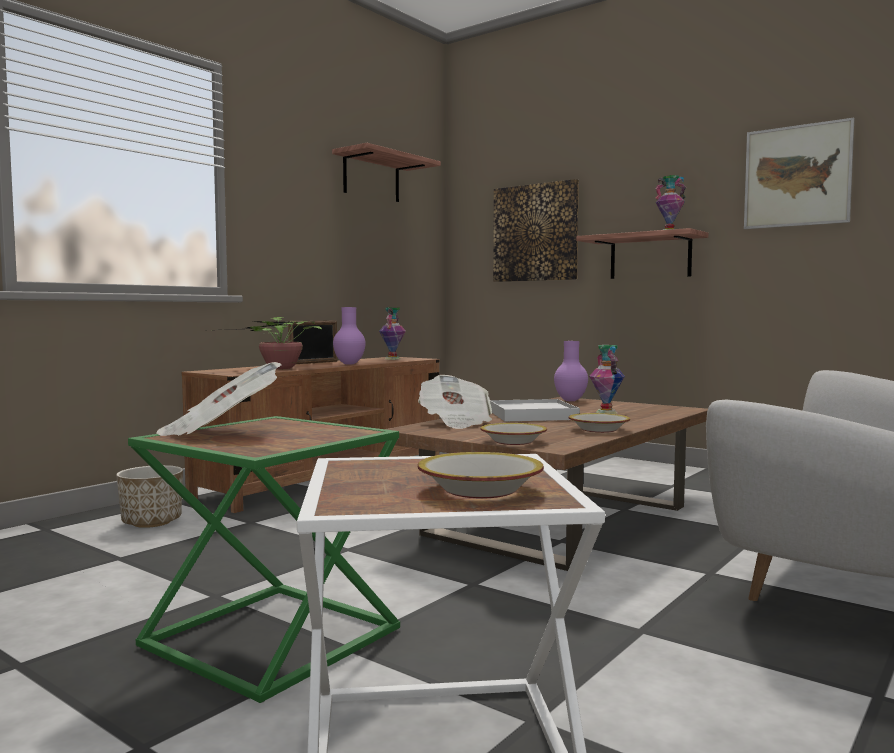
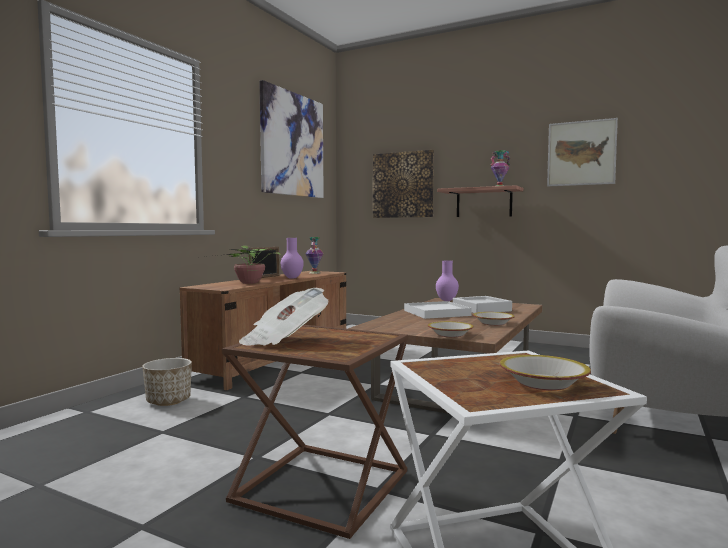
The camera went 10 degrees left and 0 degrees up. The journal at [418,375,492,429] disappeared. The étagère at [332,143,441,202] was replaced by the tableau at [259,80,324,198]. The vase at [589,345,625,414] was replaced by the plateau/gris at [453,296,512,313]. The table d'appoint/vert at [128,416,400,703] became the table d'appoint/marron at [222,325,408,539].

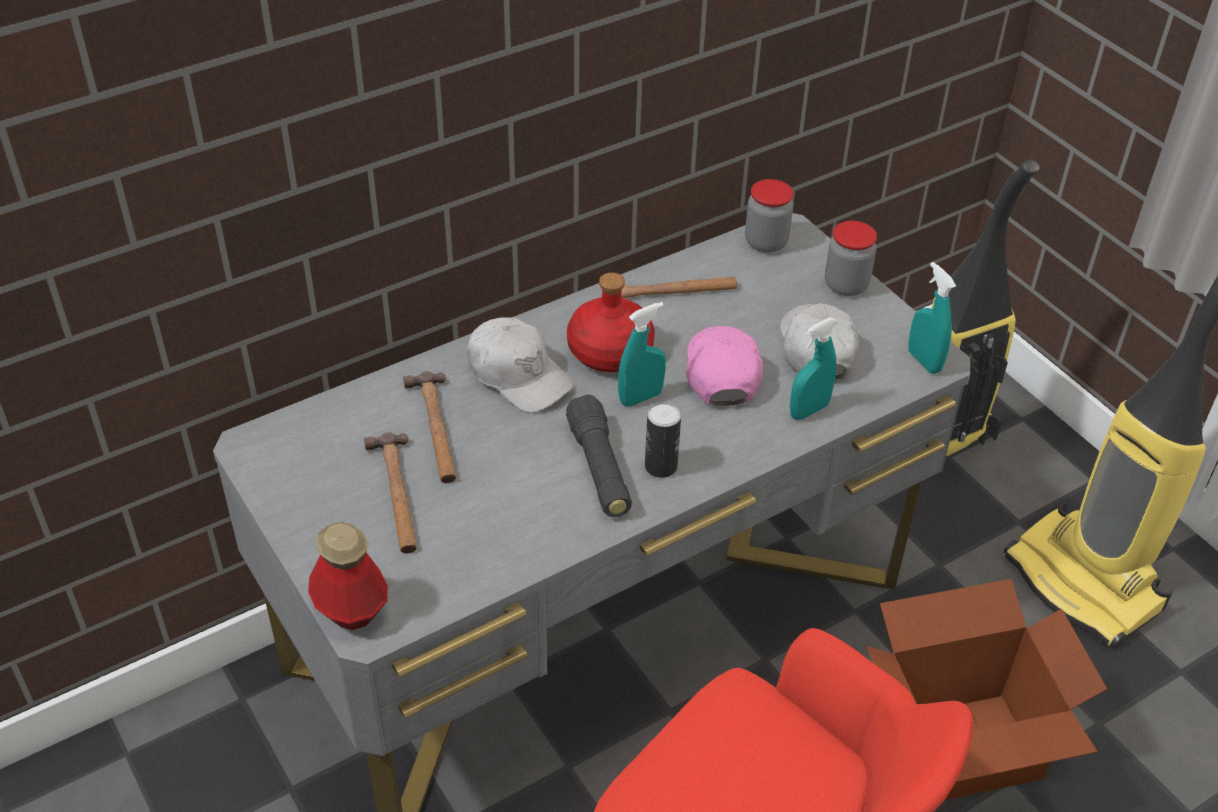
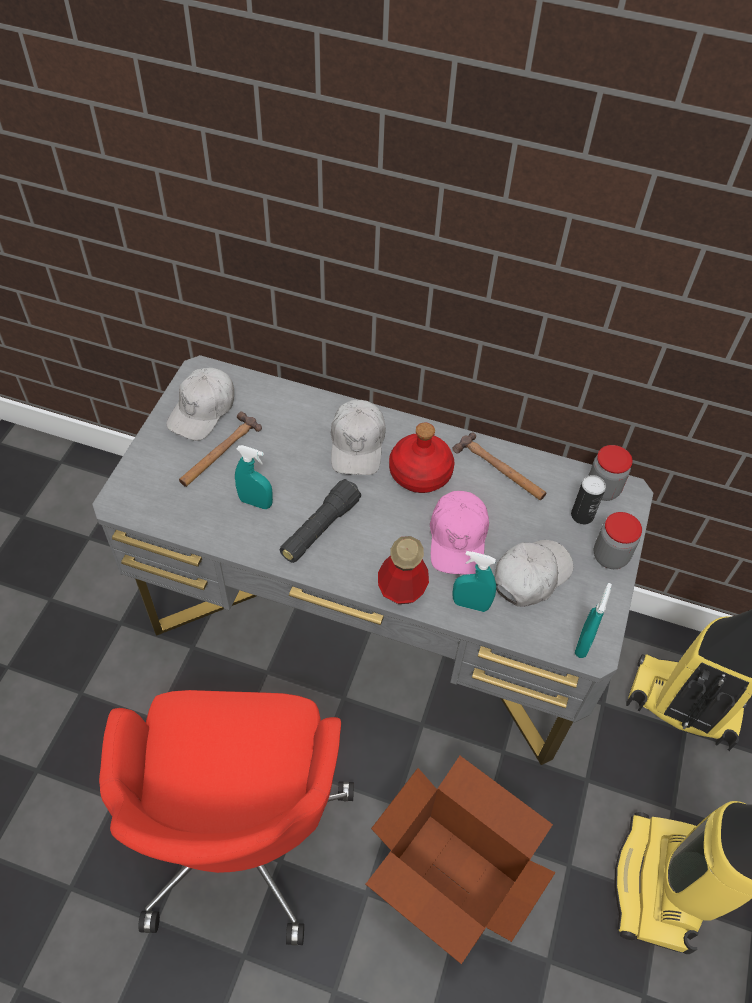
The camera went 50 degrees right and 10 degrees up. The marteau at [403,371,456,483] disappeared. The casquette/blanc at [166,368,234,441] appeared. The bouteille moved from [308,522,388,630] to [378,536,429,604]. The vaporisateur/turquoise moved from [618,302,666,407] to [235,445,273,509]. The boîte métallique moved from [645,402,681,478] to [571,475,606,525]. The casquette/rose at [686,326,763,406] turned 135 degrees clockwise.

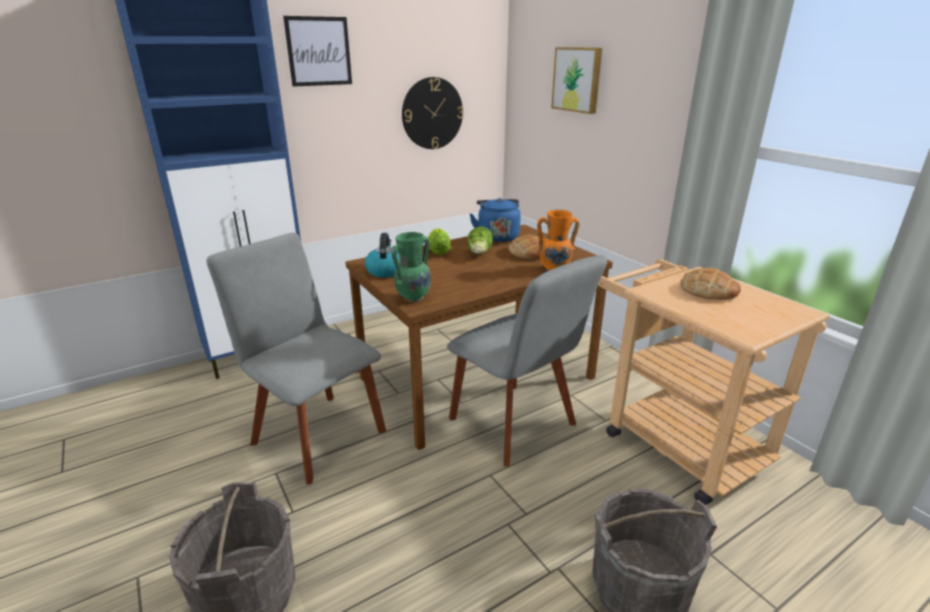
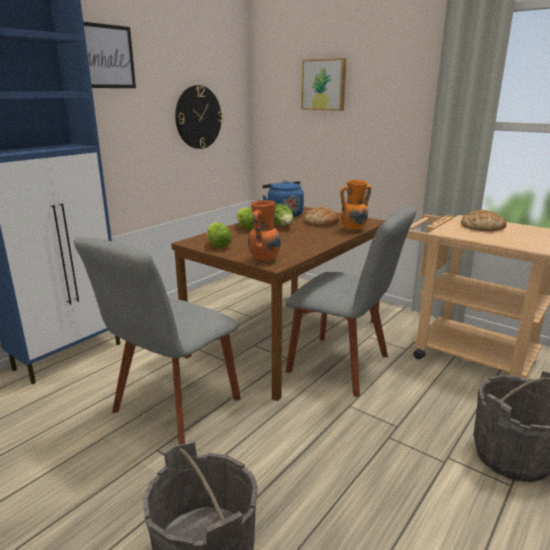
The camera went 20 degrees left and 5 degrees down. The bouilloire at [365,233,400,278] was replaced by the laitue at [207,222,232,248]. The vase/vert at [391,232,431,302] became the vase/orange at [248,200,281,263]. The chaise/gris at [206,232,386,485] turned 75 degrees counterclockwise.

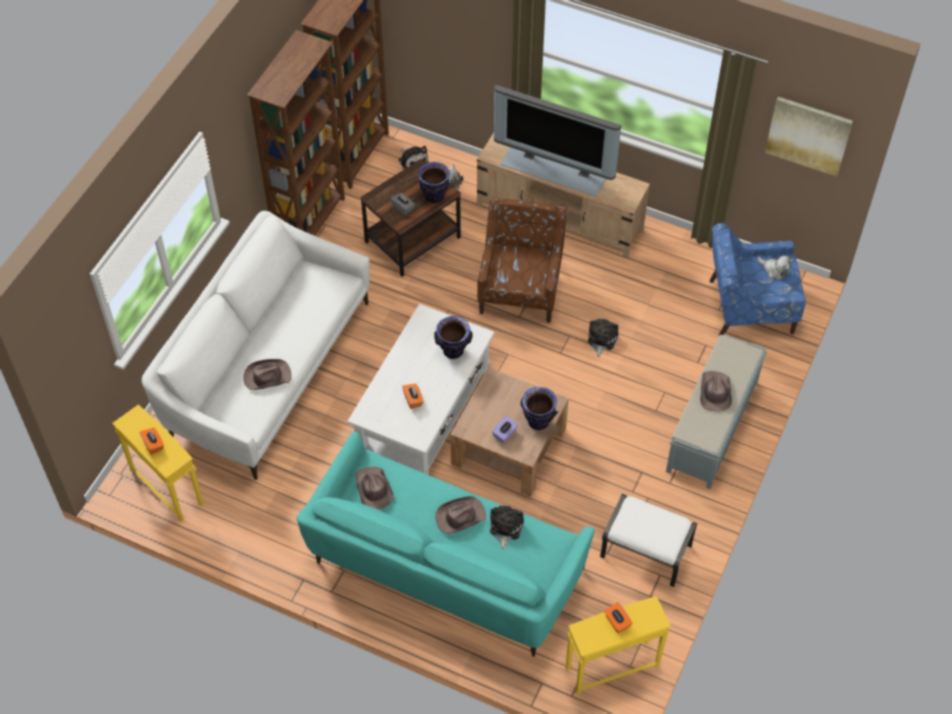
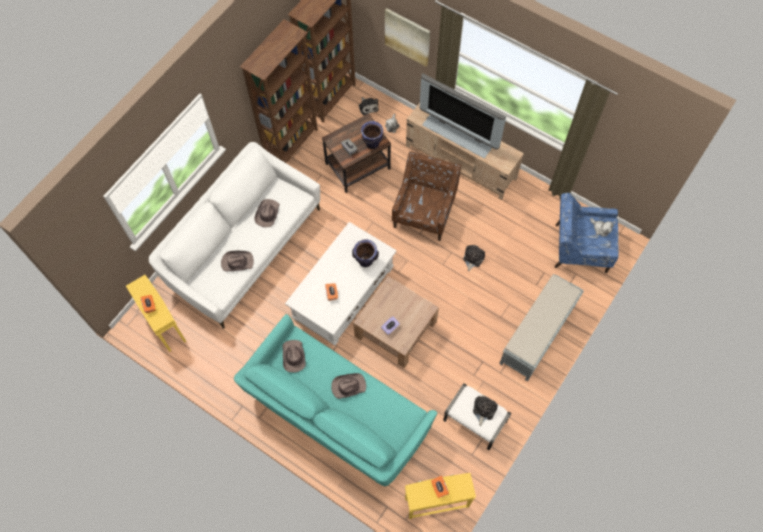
The camera went 10 degrees right and 10 degrees up. The vase at [521,387,558,430] disappeared. The peluche moved from [490,505,524,550] to [473,396,498,426]. The chapeau/marron moved from [700,371,732,412] to [255,199,280,227]. The tableau moved from [765,97,853,177] to [385,8,430,67].

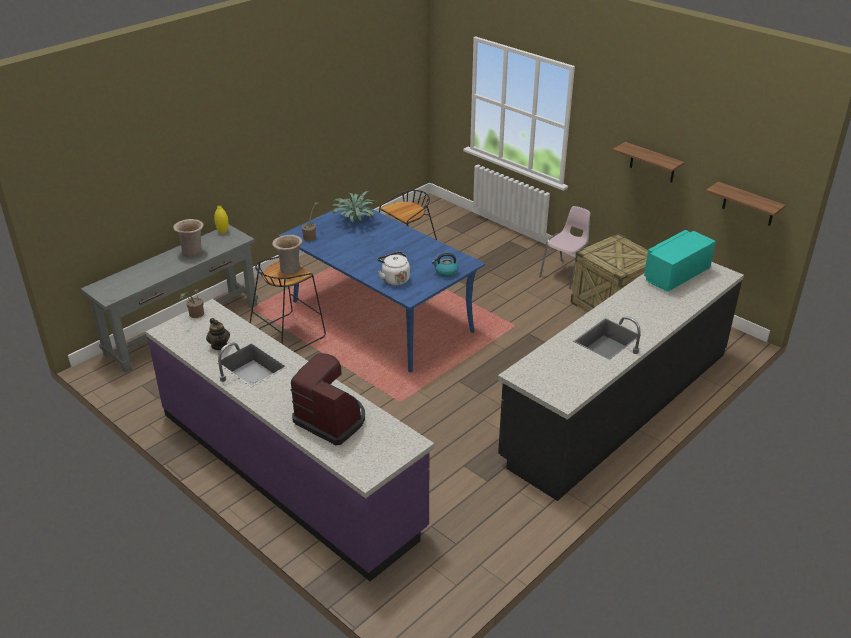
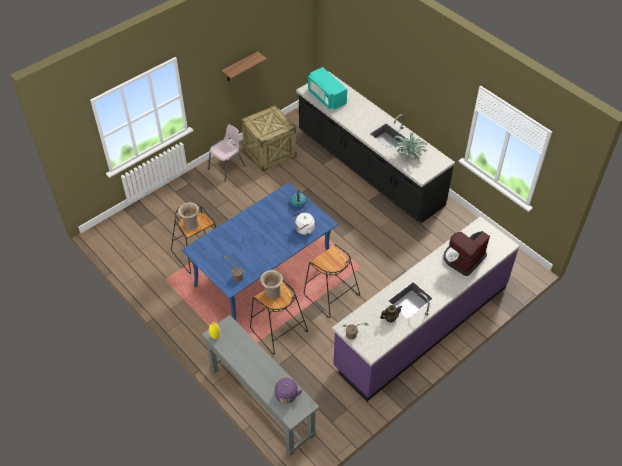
The camera went 85 degrees left and 15 degrees up. The étagère at [706,182,786,226] disappeared. The bouilloire/violet at [273,378,302,404] appeared. The tabouret/noir at [304,244,360,318] appeared. The vase/beige moved from [173,219,204,258] to [178,202,199,230]. The plante en pot moved from [332,191,376,222] to [394,133,427,159]. The chaise/rose at [539,206,591,289] turned 90 degrees clockwise.

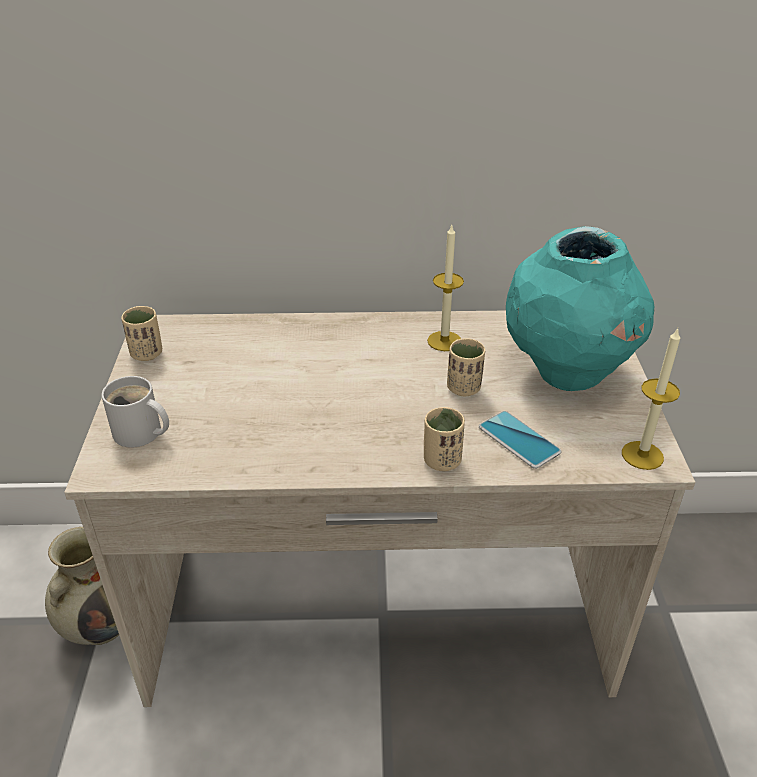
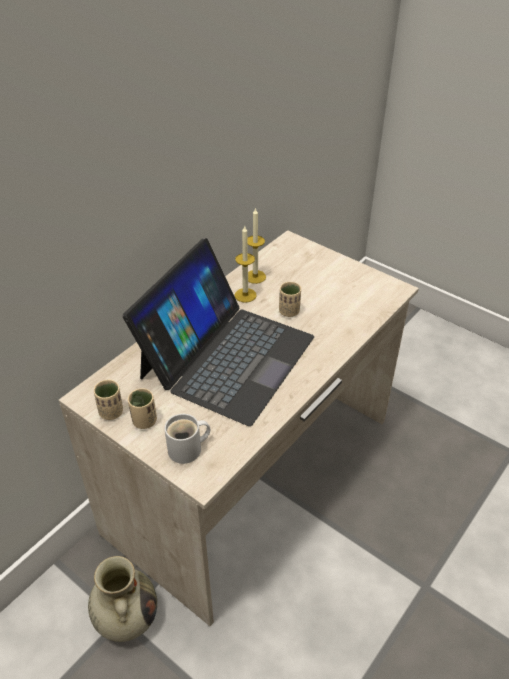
The camera went 50 degrees left and 5 degrees up. The téléphone at [479,411,562,469] disappeared. The vase/turquoise at [506,226,654,391] disappeared. The ordinateur portable at [123,238,314,426] appeared. The tasse/beige moved from [424,407,465,471] to [128,388,157,429]. The bougie moved from [622,328,680,470] to [247,208,266,284].

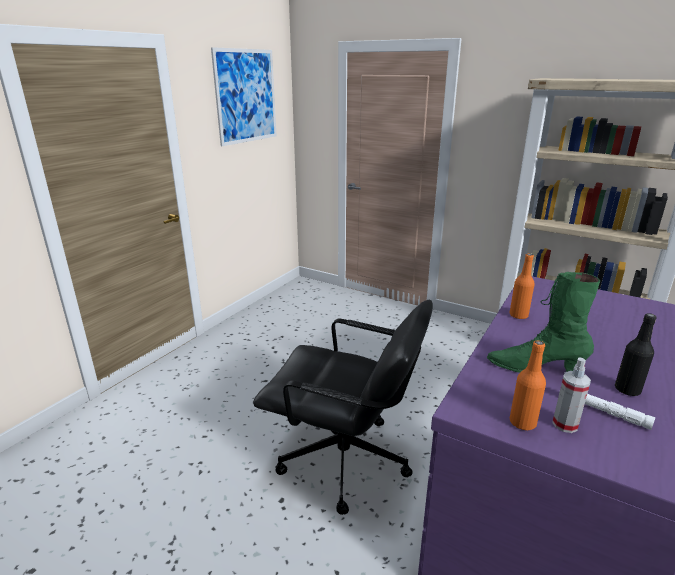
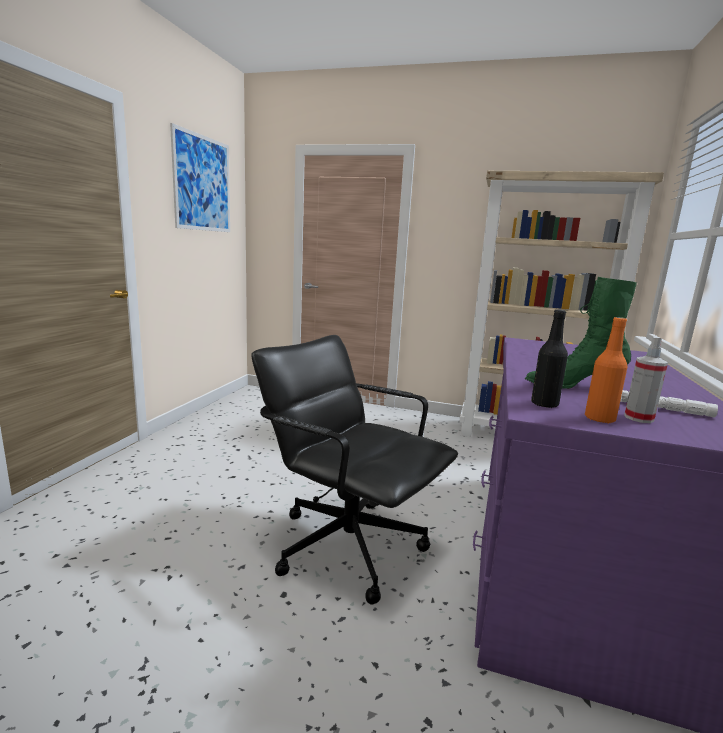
The camera went 15 degrees left and 10 degrees down. The bouteille/orange at [509,254,535,319] disappeared. The bouteille/noir moved from [615,313,657,396] to [531,309,568,408]. The chaise de bureau/noir at [253,299,433,515] turned 150 degrees counterclockwise.

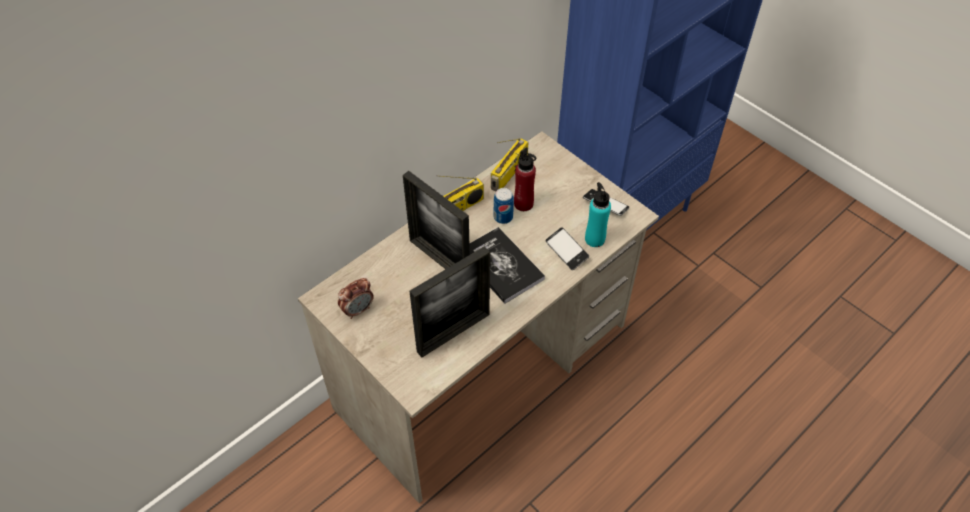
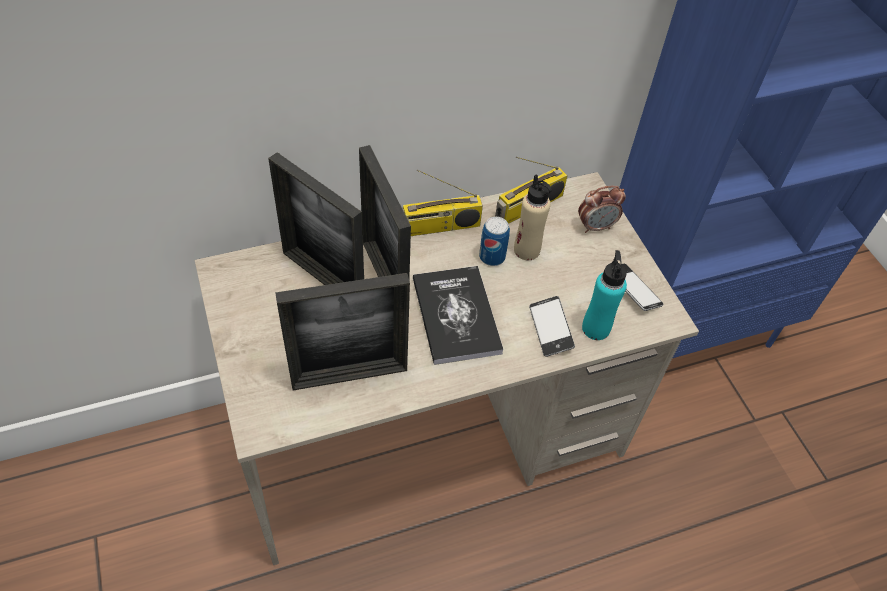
The camera went 20 degrees right and 0 degrees up. The cadre photo at [268,152,364,285] appeared. The réveil moved from [338,278,374,319] to [578,186,626,233]. The bouteille/rouge at [514,150,536,211] became the bouteille/beige at [514,174,552,260].

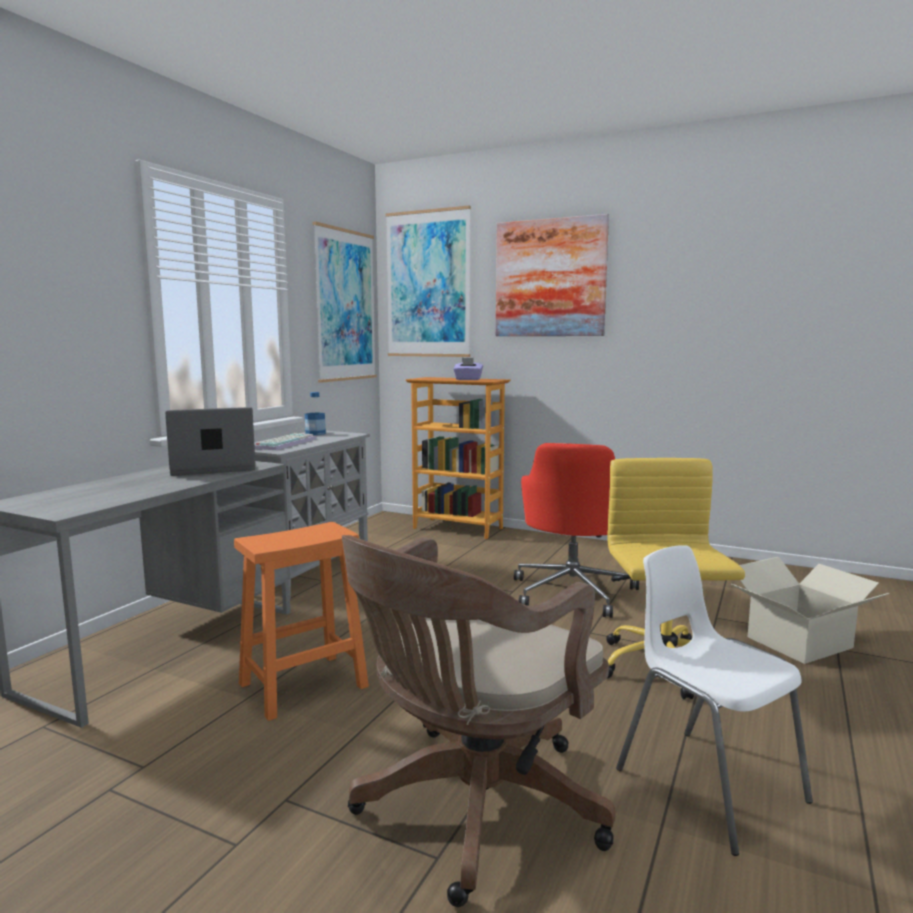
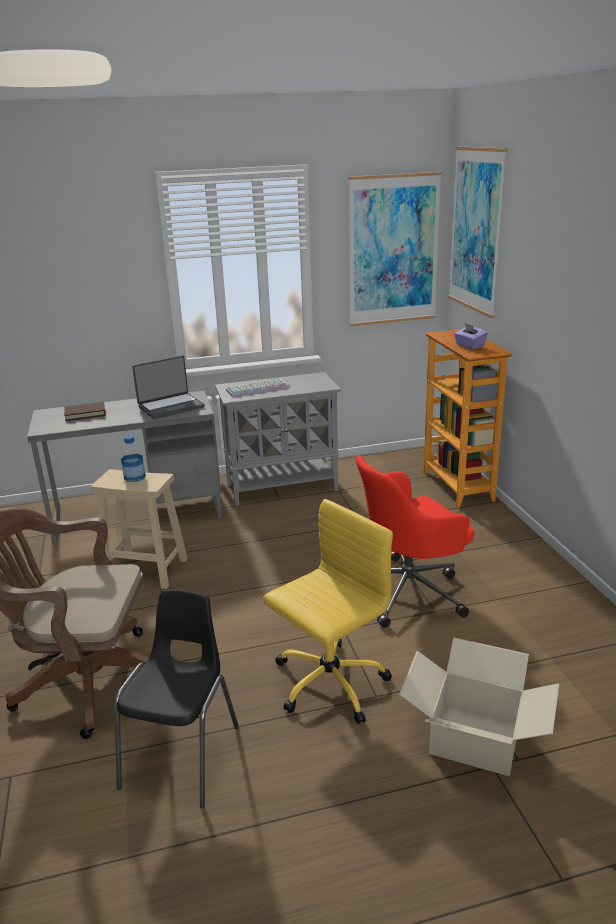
The camera went 50 degrees right and 15 degrees up. The tableau at [496,214,609,336] disappeared. The livre/marron at [64,402,106,421] appeared. The bouteille moved from [305,392,326,435] to [121,436,146,482]. The tabouret/orange at [234,522,369,721] became the tabouret/beige at [91,469,188,589]. The chaise/blanc at [616,545,813,856] became the chaise/noir at [114,590,239,808]. The ordinateur portable at [165,407,255,476] turned 120 degrees clockwise.

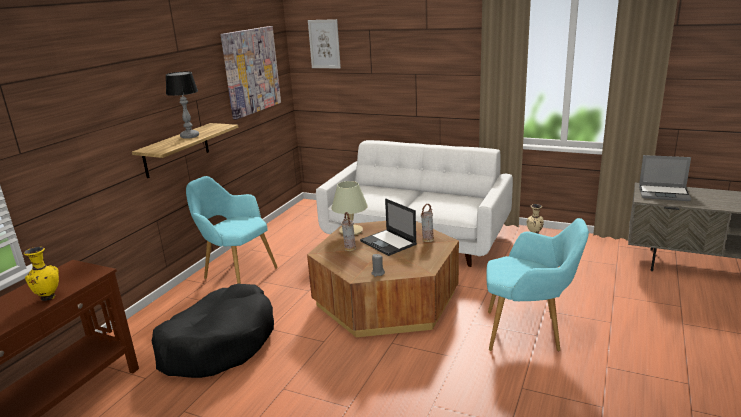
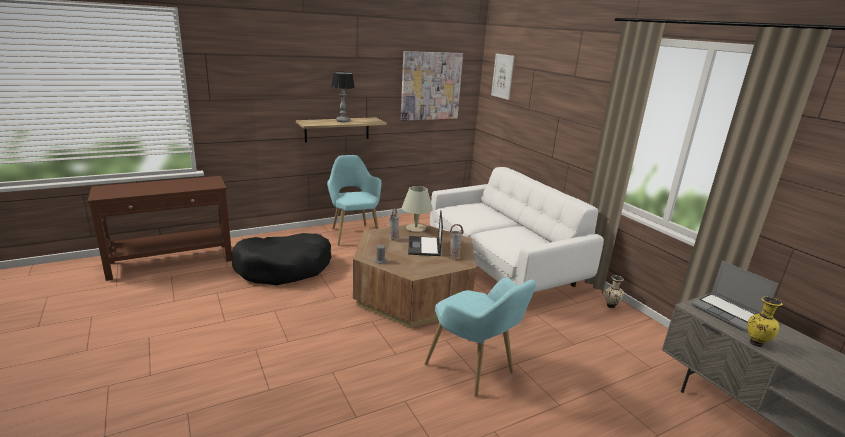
The camera went 35 degrees right and 0 degrees up. The vase/jaune moved from [24,247,59,301] to [747,297,783,347].

